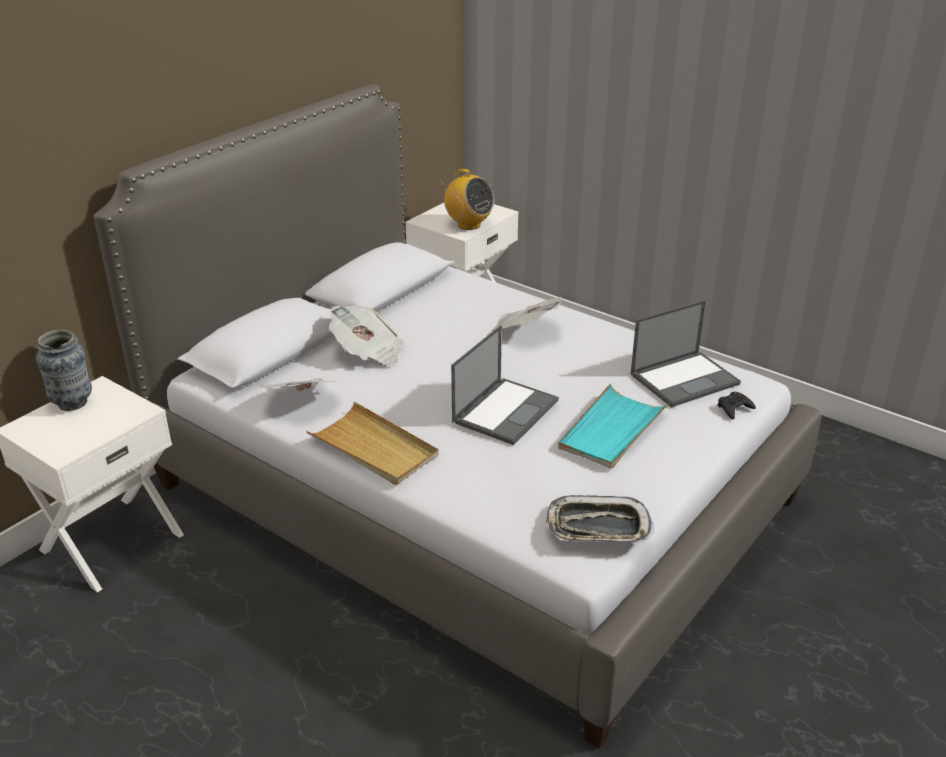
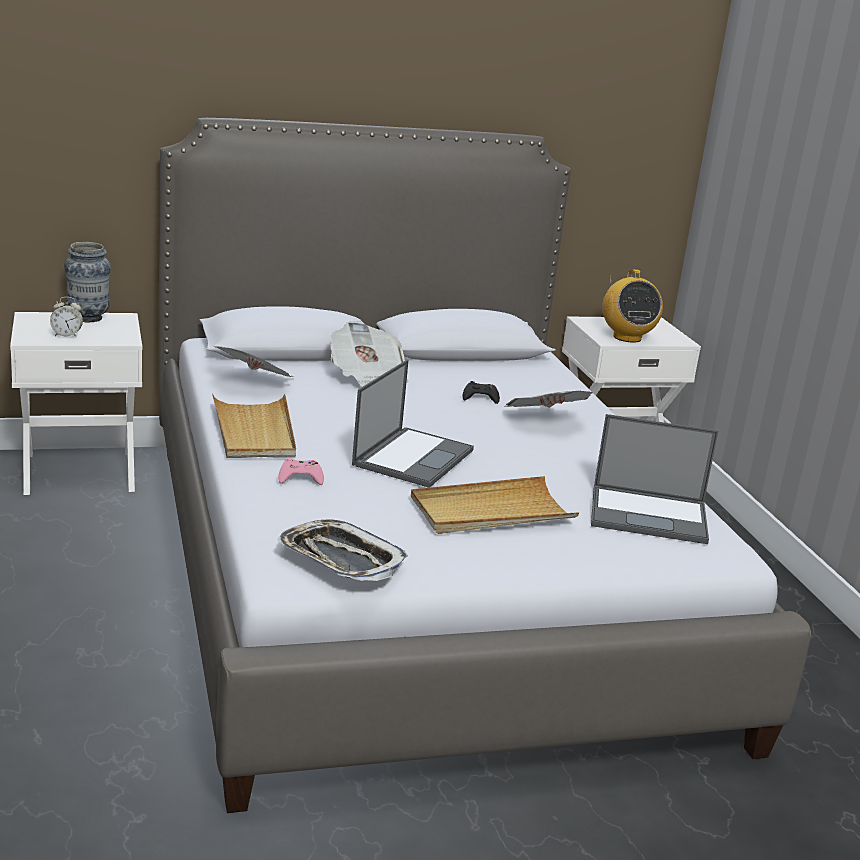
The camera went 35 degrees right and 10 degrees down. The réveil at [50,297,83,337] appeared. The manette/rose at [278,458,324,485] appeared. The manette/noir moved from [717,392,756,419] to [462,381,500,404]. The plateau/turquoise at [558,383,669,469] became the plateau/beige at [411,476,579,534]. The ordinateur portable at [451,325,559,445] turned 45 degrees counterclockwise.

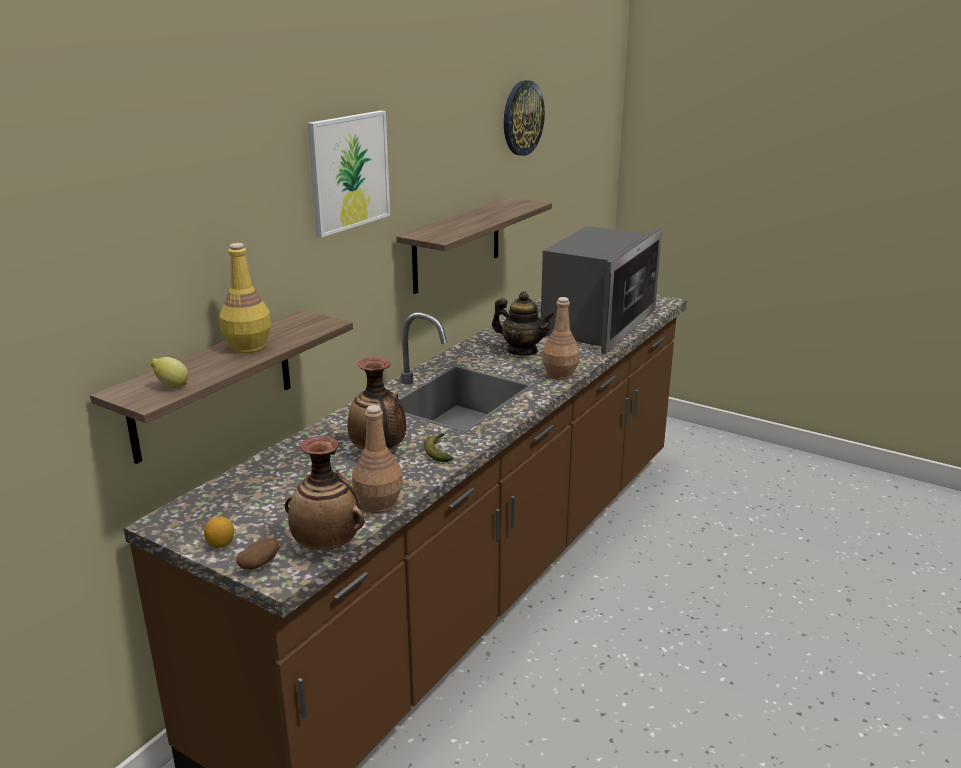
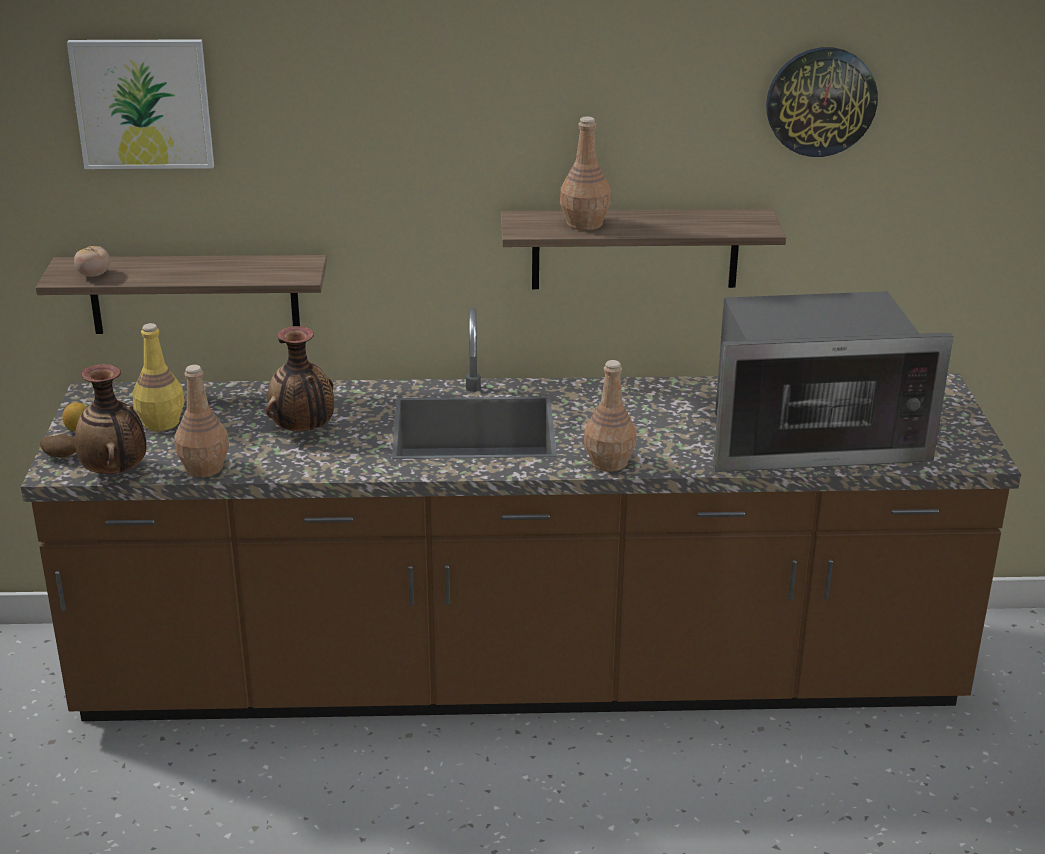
The camera went 55 degrees right and 5 degrees up. The banane at [424,433,453,462] disappeared. The théière at [492,292,555,356] disappeared. The bouteille/marron at [560,117,611,231] appeared. The bouteille/jaune moved from [220,243,271,353] to [132,323,185,431]. The tableau moved from [307,111,390,238] to [67,39,214,169]. The citron at [150,357,188,388] was replaced by the tomate at [74,246,110,277].

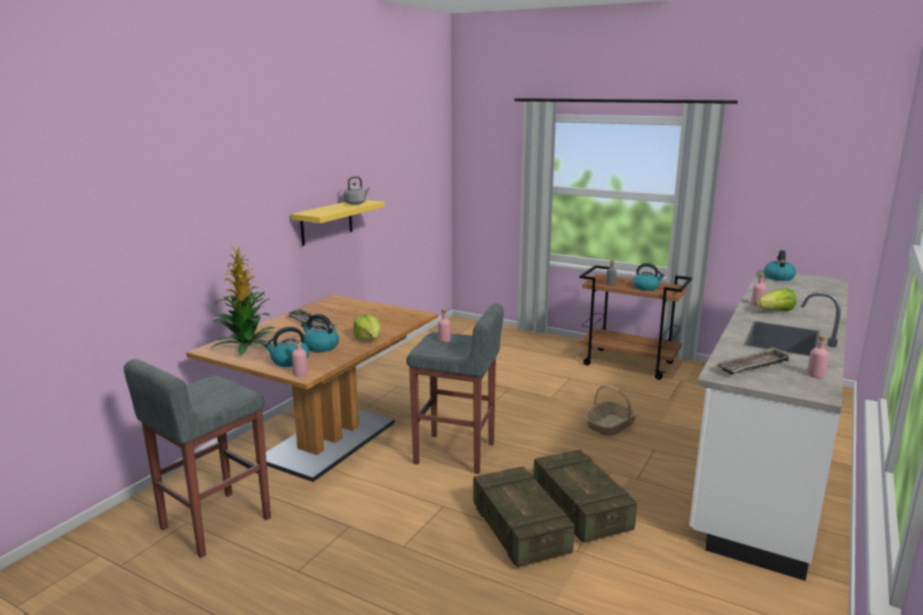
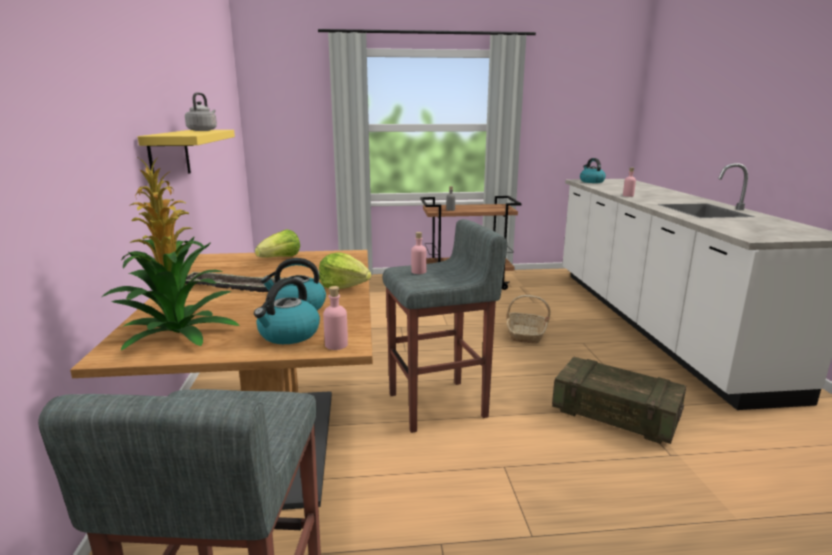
The camera went 35 degrees left and 0 degrees up. The caisse at [473,466,575,567] disappeared. The bouilloire at [633,263,665,291] disappeared. The plateau at [716,347,792,375] disappeared. The bouteille/rose at [807,335,828,378] disappeared. The laitue moved from [756,288,796,311] to [255,229,300,258].

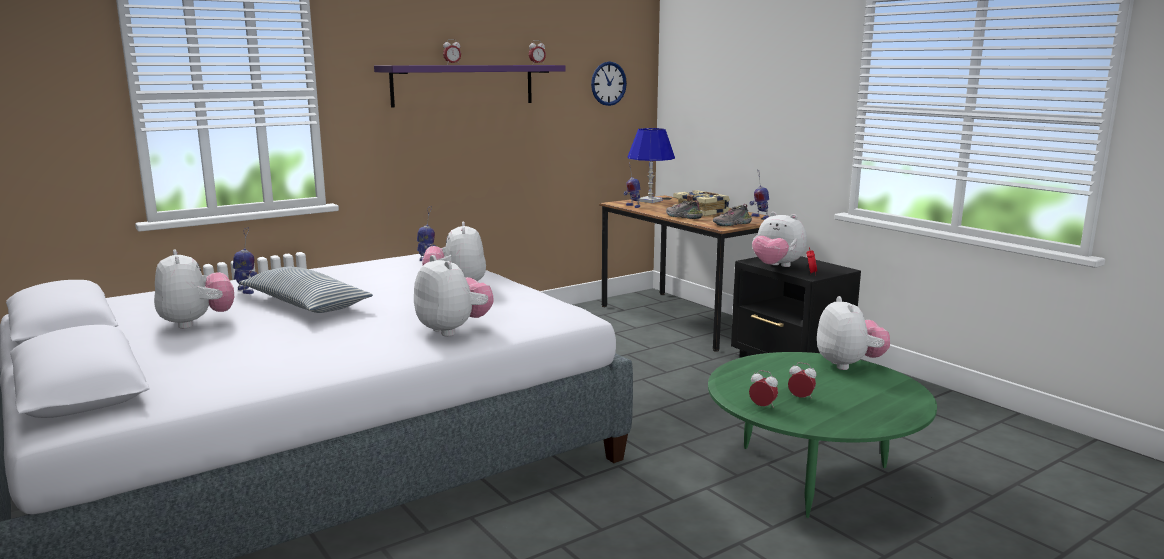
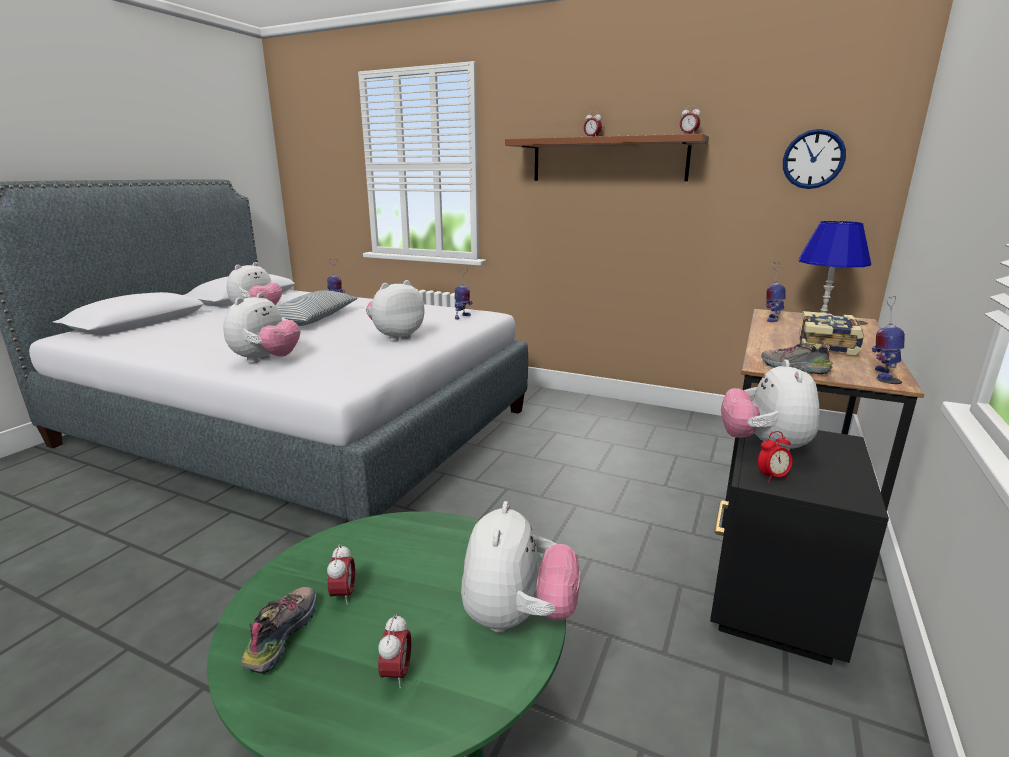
The camera went 60 degrees right and 5 degrees up. The chaussure moved from [666,200,703,219] to [241,587,316,675]. The réveil moved from [749,370,778,408] to [378,614,411,688]. The étagère/violet at [374,65,566,108] became the étagère/marron at [505,134,709,181]. The peluche at [817,296,890,370] turned 45 degrees counterclockwise.

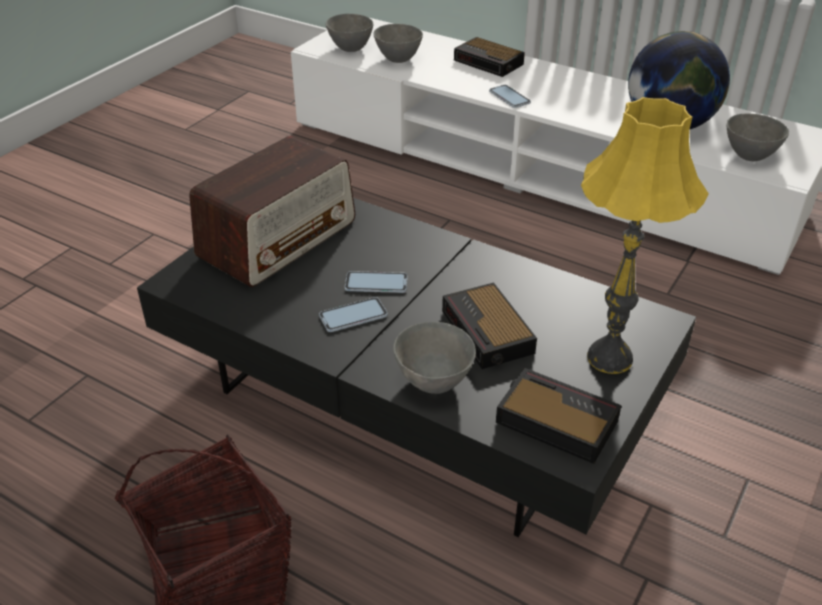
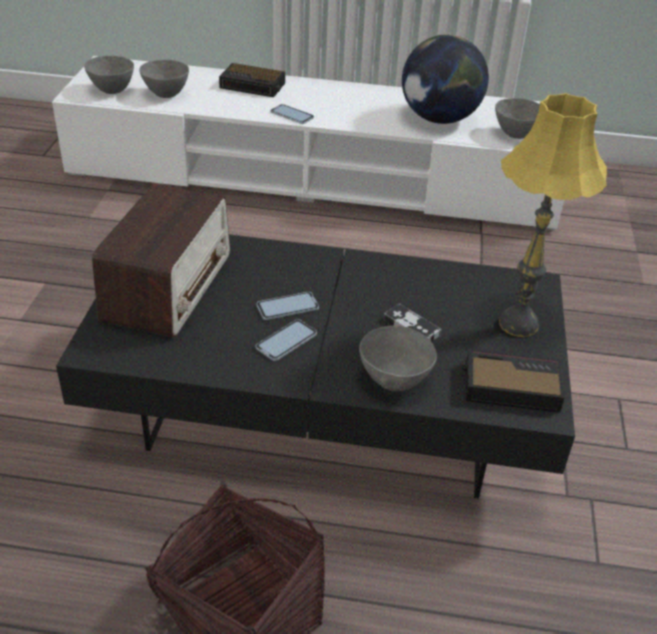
The camera went 25 degrees left and 0 degrees up. The réveil at [442,282,537,369] was replaced by the manette at [383,303,442,342].

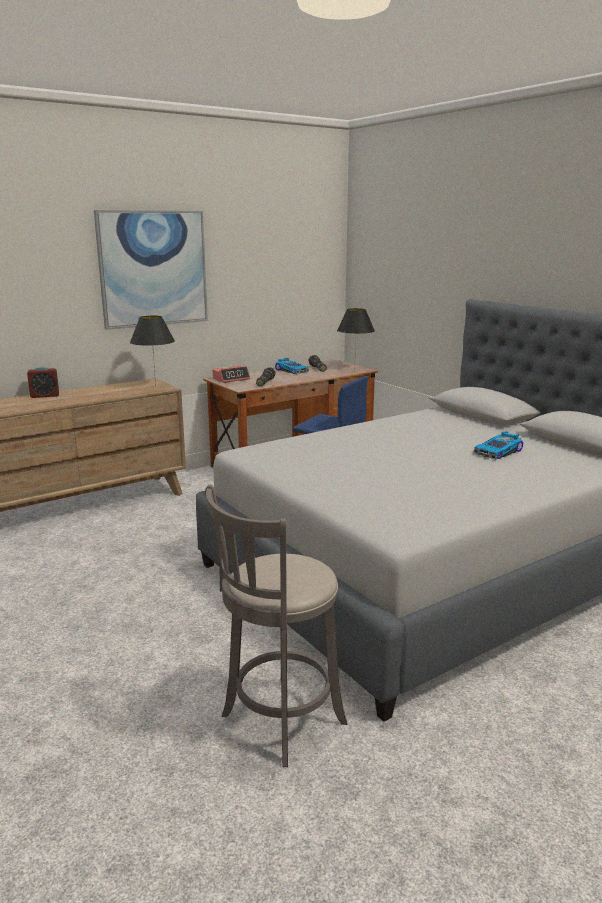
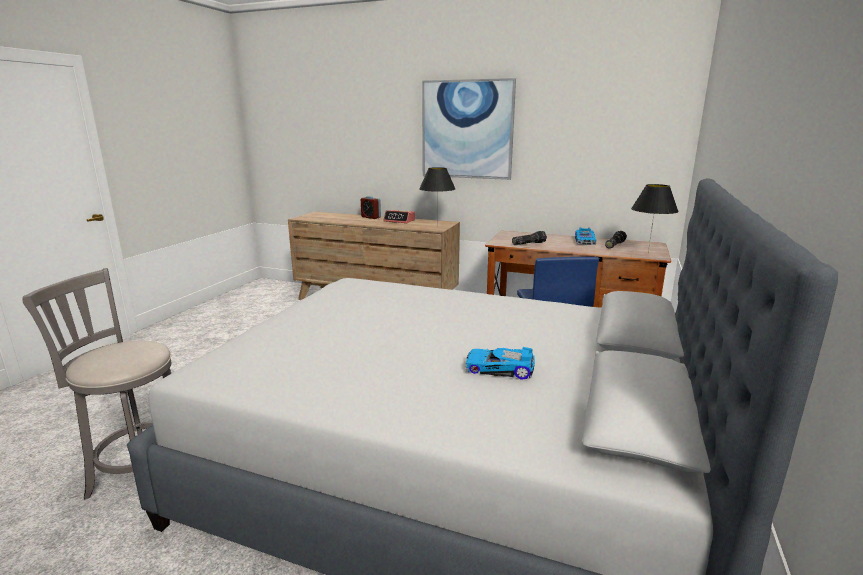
The camera went 55 degrees right and 0 degrees up. The réveil moved from [212,366,250,383] to [383,210,415,223].

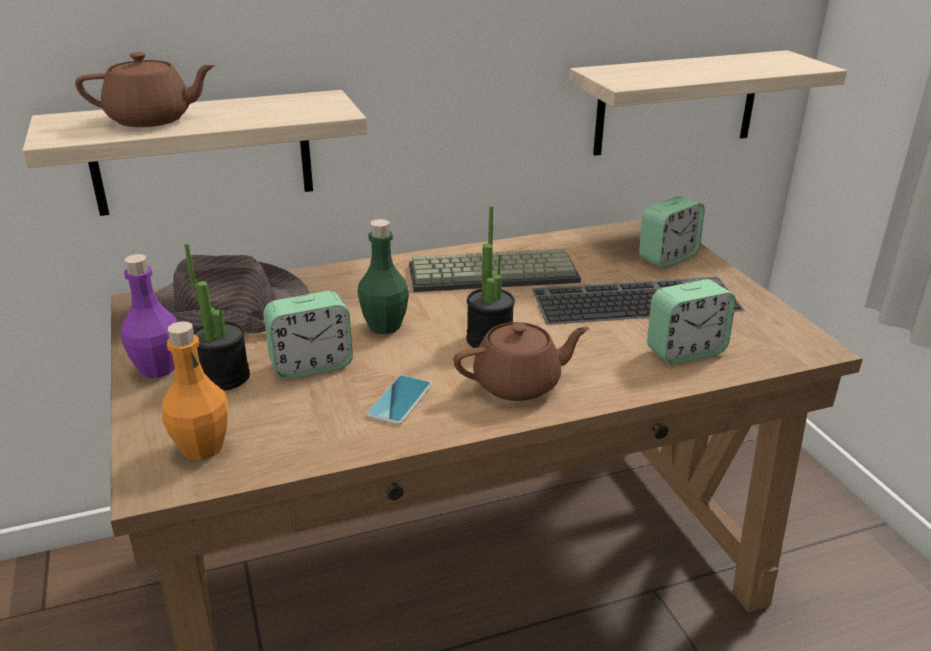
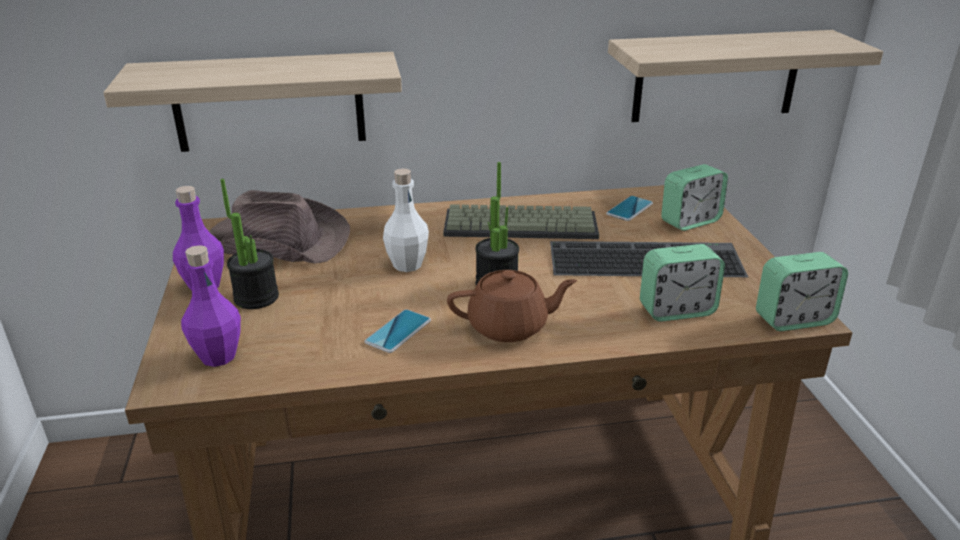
The camera went 10 degrees right and 0 degrees up. The théière/marron at [75,52,216,127] disappeared. The téléphone at [606,196,653,221] appeared. The réveil moved from [263,291,353,379] to [756,252,848,331]. The bouteille/orange at [162,321,228,460] became the bouteille/violet at [181,245,241,367]. The bouteille/vert at [358,219,409,334] became the bouteille/blanc at [383,168,429,272].

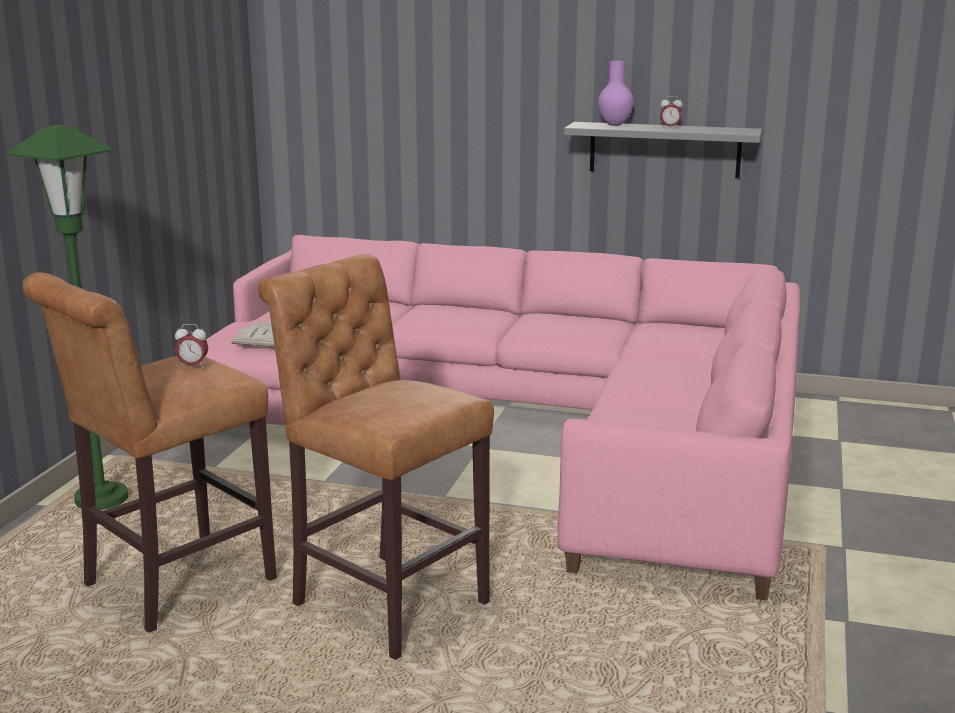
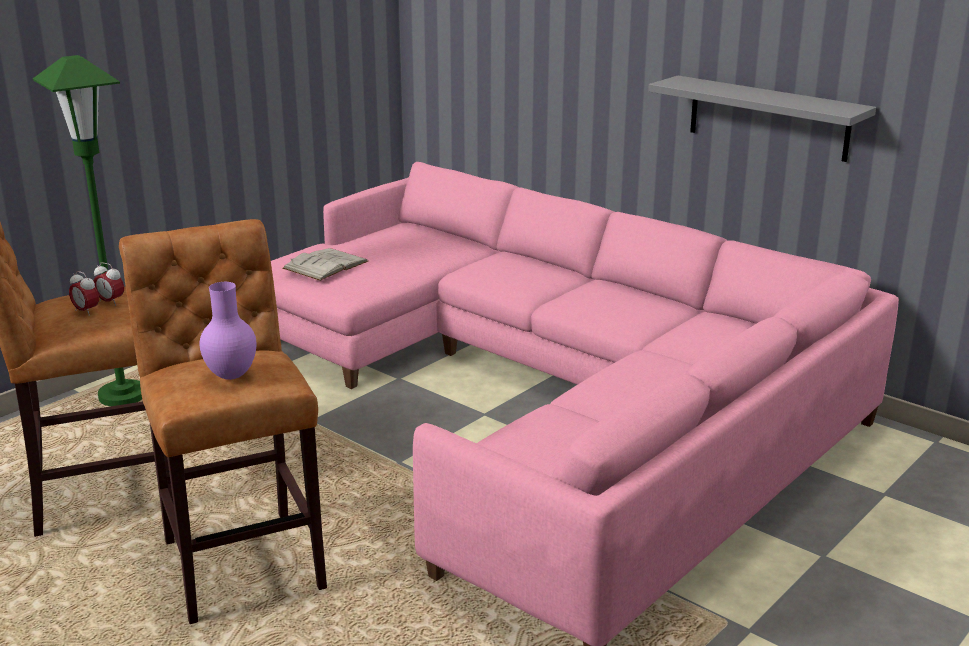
The camera went 25 degrees right and 5 degrees up. The vase/violet moved from [598,61,634,126] to [200,282,256,380]. The réveil moved from [660,96,683,129] to [69,271,99,316].

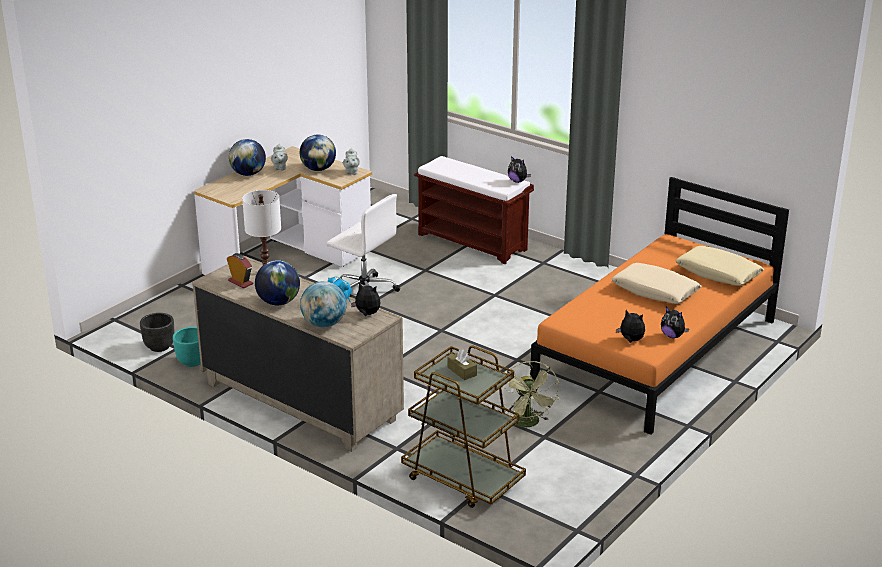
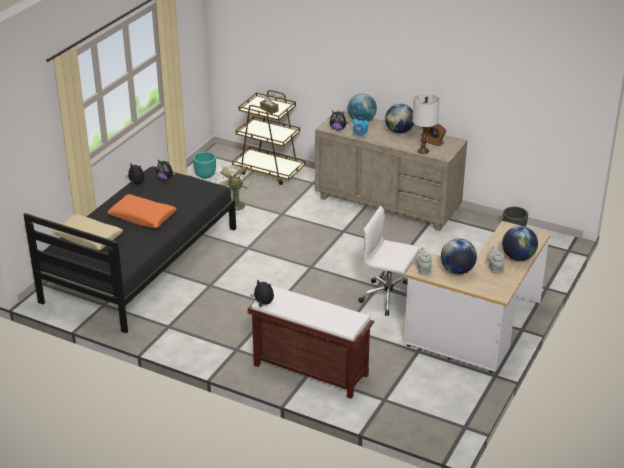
The camera went 170 degrees right and 5 degrees up. The cache-pot/turquoise moved from [173,327,201,367] to [193,152,216,179]. The lit/orange at [530,177,789,435] became the lit/noir at [23,166,236,333]. The coussin/beige at [611,263,702,304] became the coussin/orange at [107,194,176,228].

